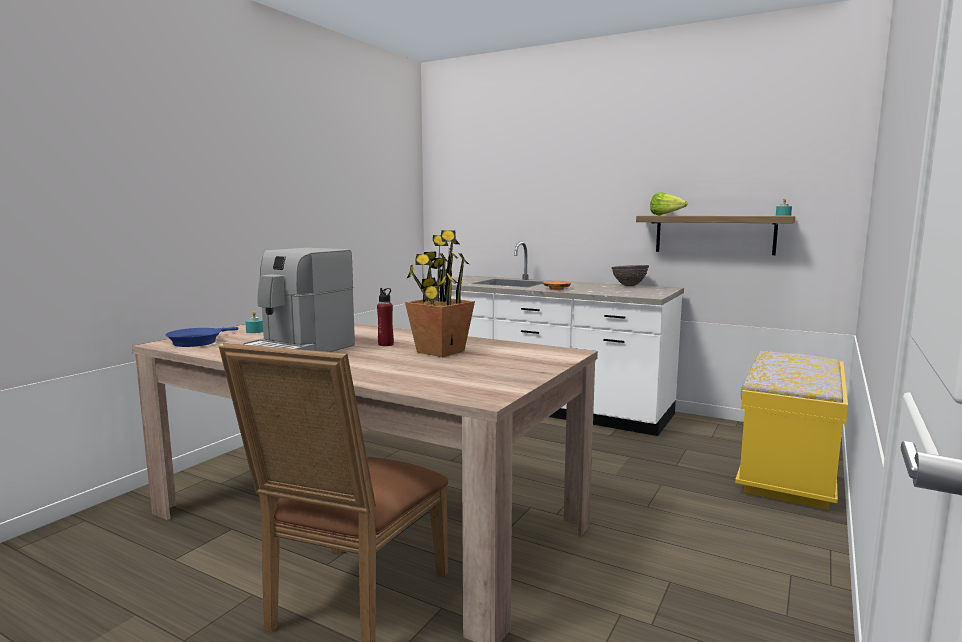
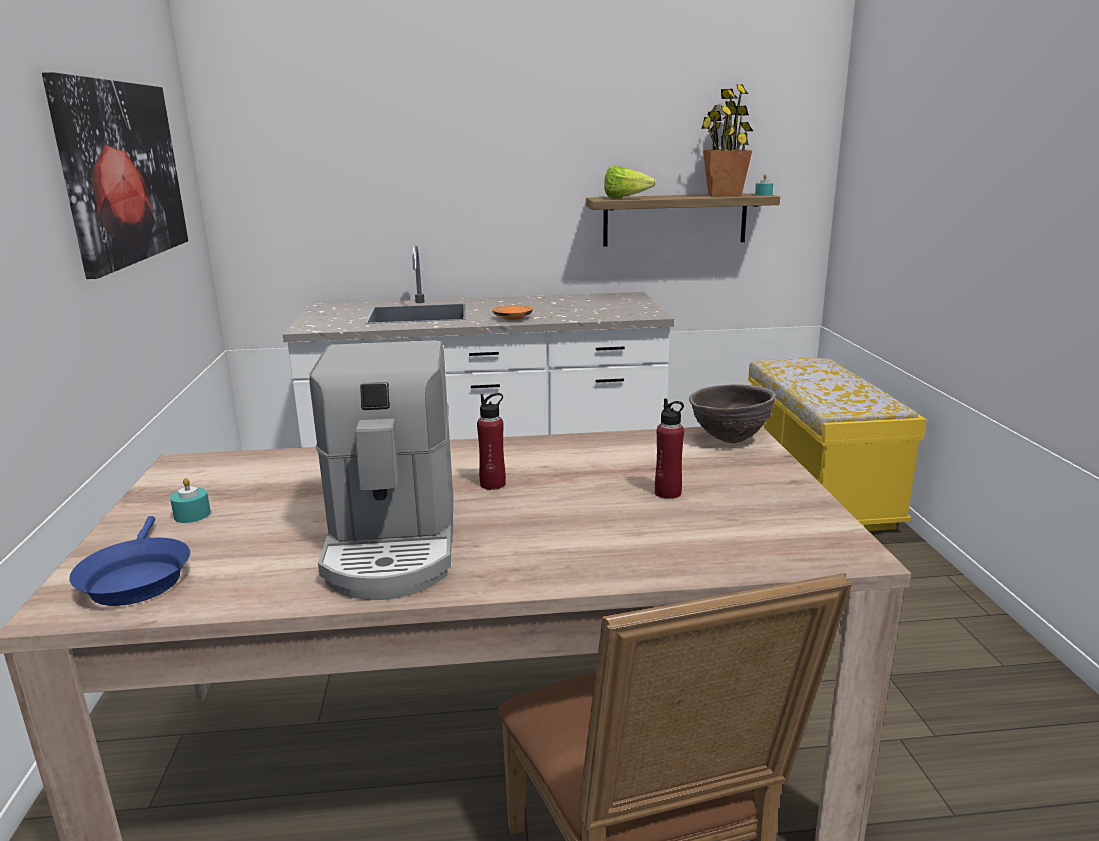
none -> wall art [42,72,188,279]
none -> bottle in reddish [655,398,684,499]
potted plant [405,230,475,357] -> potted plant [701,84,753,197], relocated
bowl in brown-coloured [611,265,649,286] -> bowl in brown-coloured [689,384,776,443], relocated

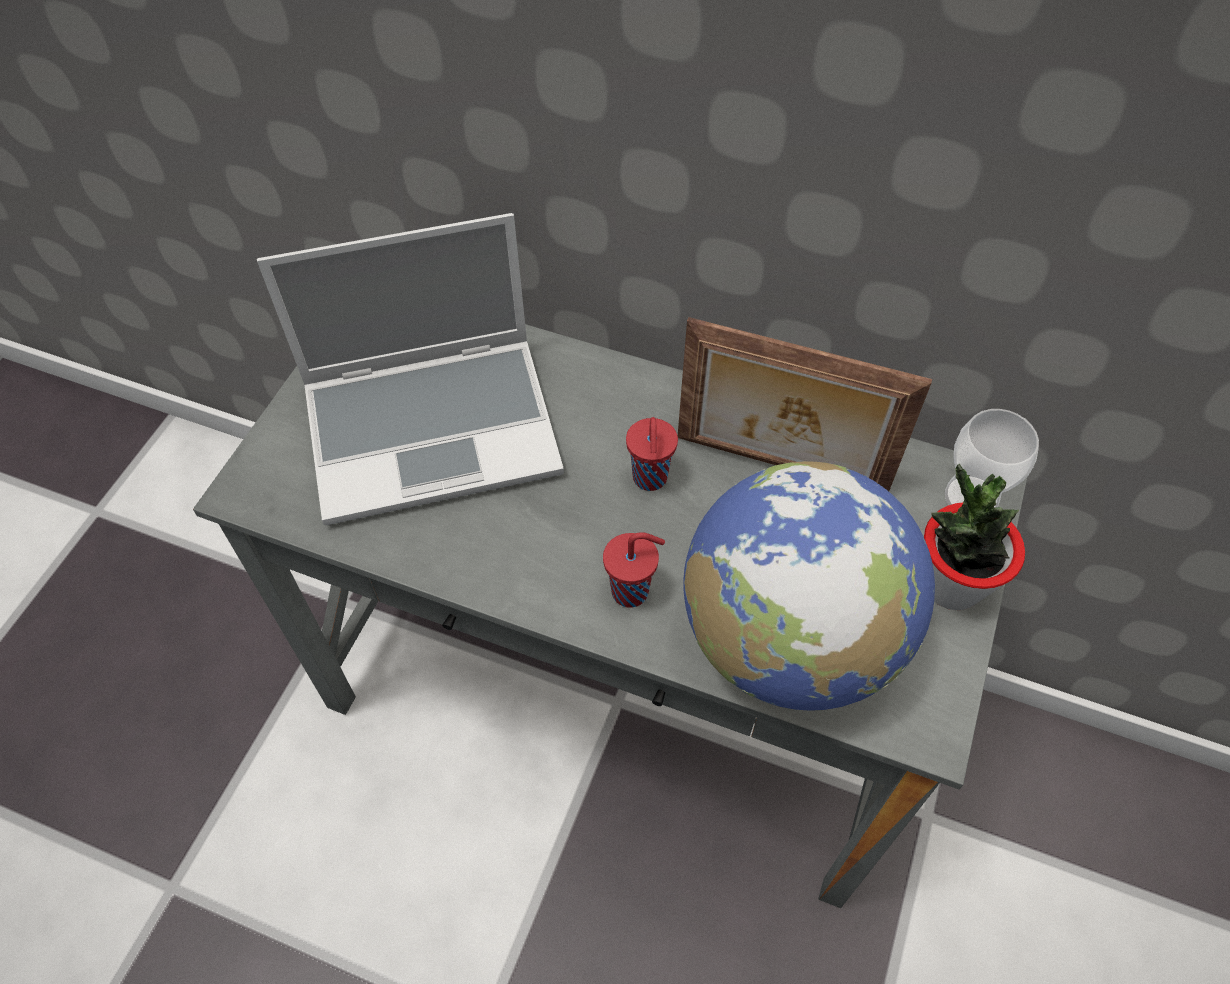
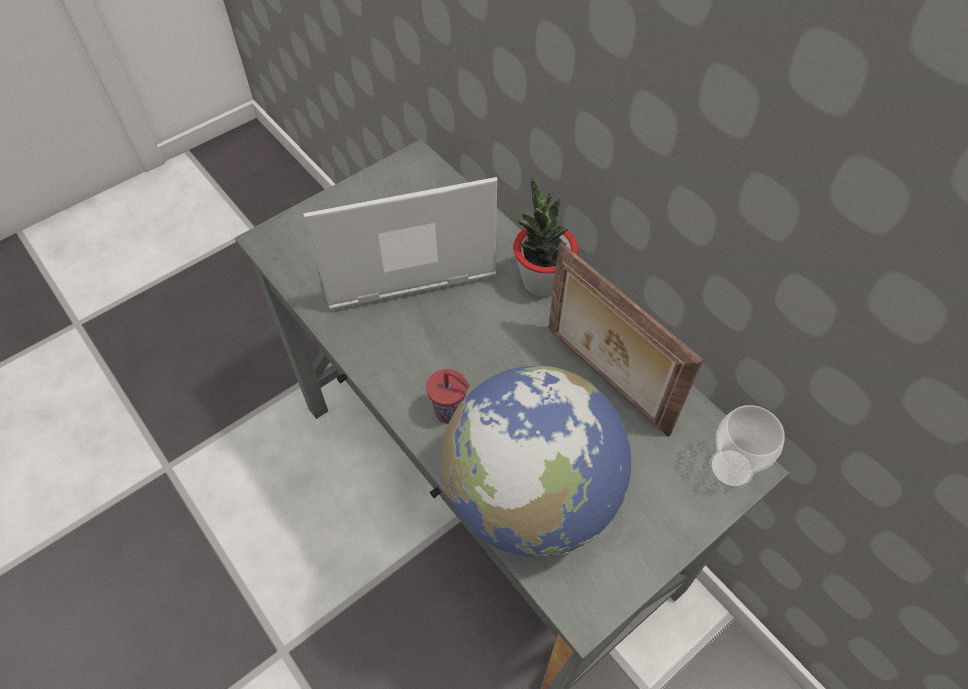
small cup in reddish [626,417,678,491] -> none
potted plant [924,464,1025,610] -> potted plant [513,178,578,297], relocated
portable computer [257,213,564,525] -> portable computer [303,177,497,310], 150 degrees clockwise

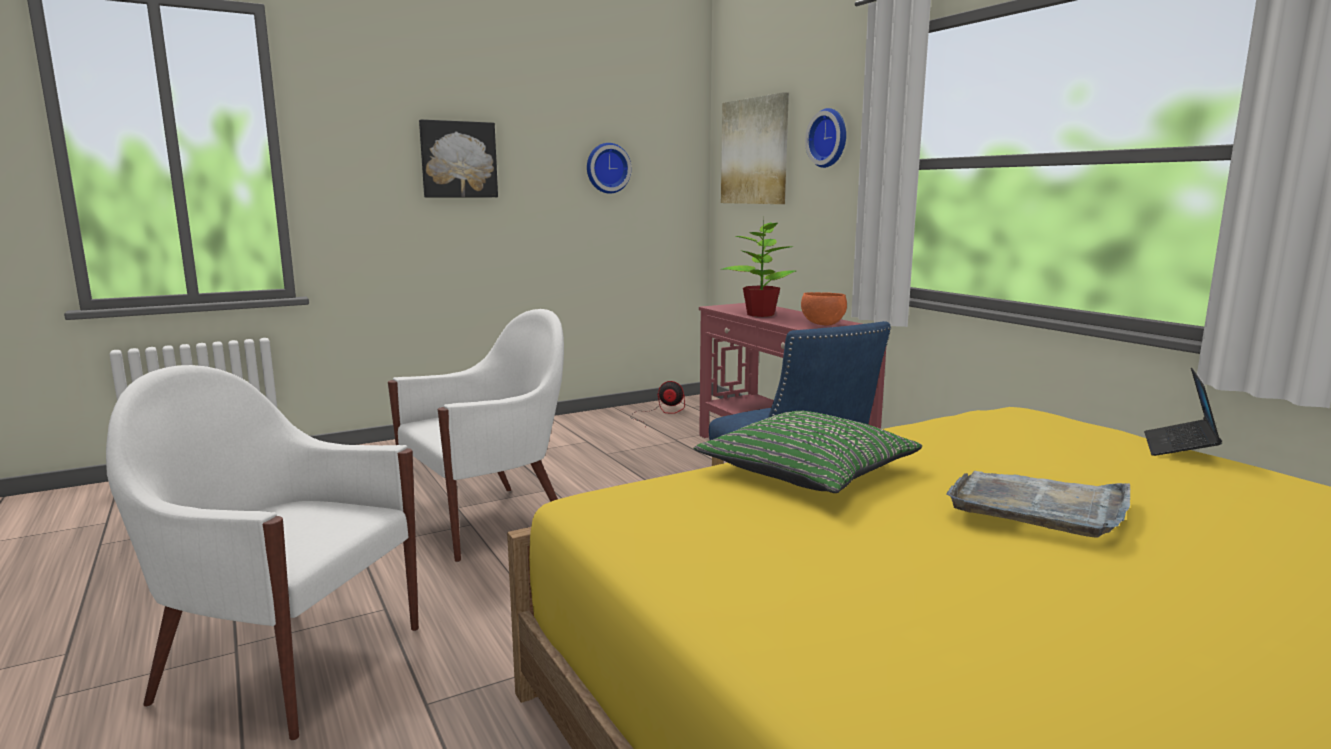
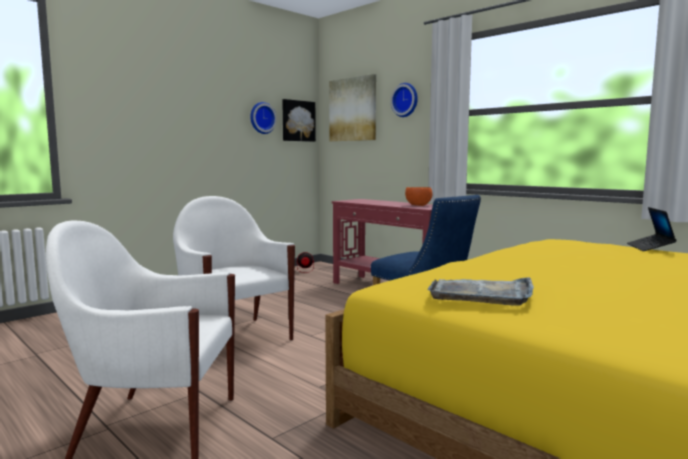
cushion in green [694,411,922,493] -> none
potted plant [721,217,796,317] -> none
wall art [419,119,498,198] -> wall art [282,99,316,142], relocated
carrying tray in greyish [946,471,1130,538] -> carrying tray in greyish [428,277,534,306], relocated
easy chair in white-coloured [388,309,564,562] -> easy chair in white-coloured [173,196,295,341], 75 degrees counterclockwise

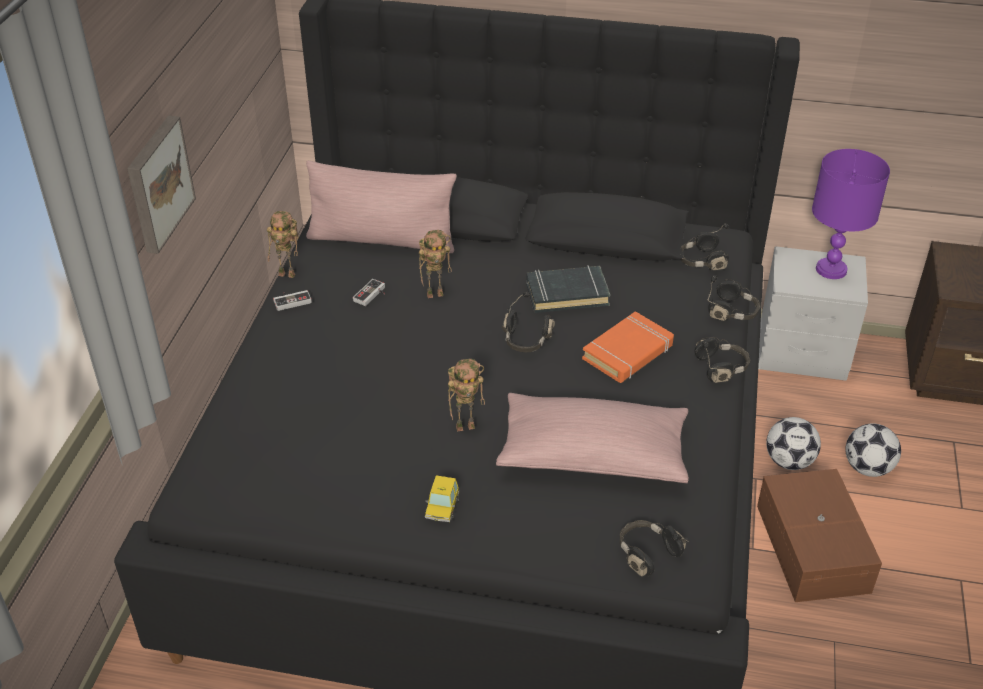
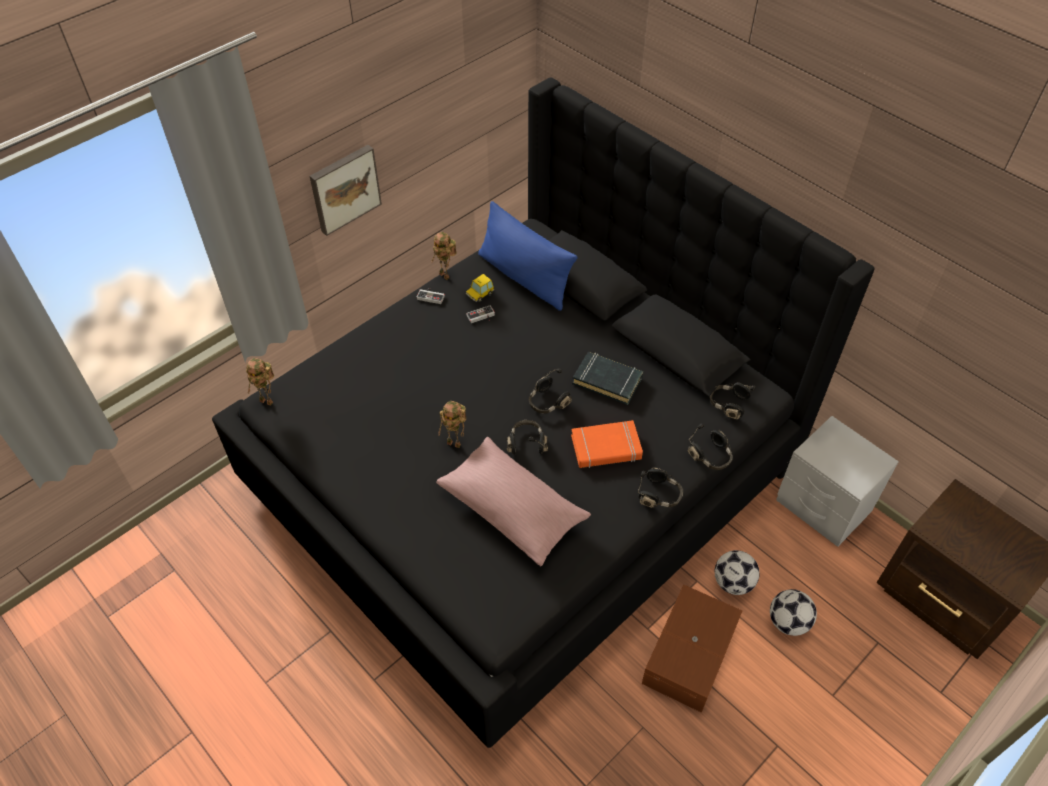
tabletop lamp in purple [812,149,890,279] -> none
model robot [419,230,452,298] -> model robot [246,358,274,406], relocated
toy car [425,475,459,522] -> toy car [466,274,494,302], relocated
headphones in black [620,520,689,577] -> headphones in black [507,420,548,455], relocated
cushion in pink-coloured [306,161,457,253] -> cushion in blue [478,201,578,311]

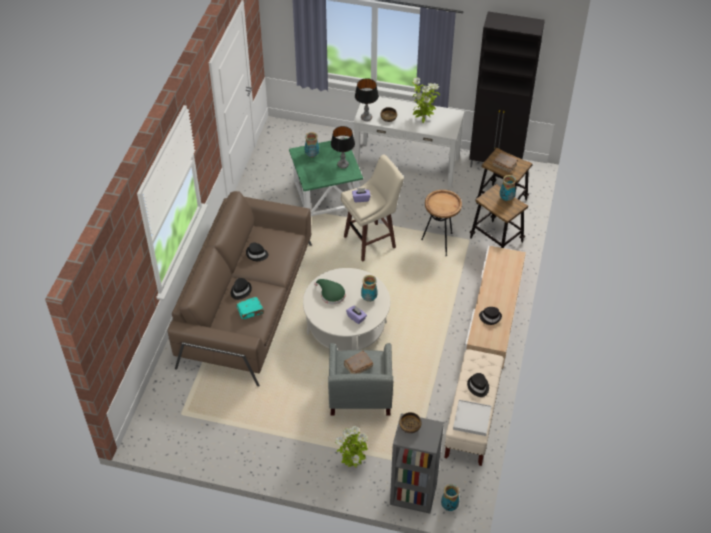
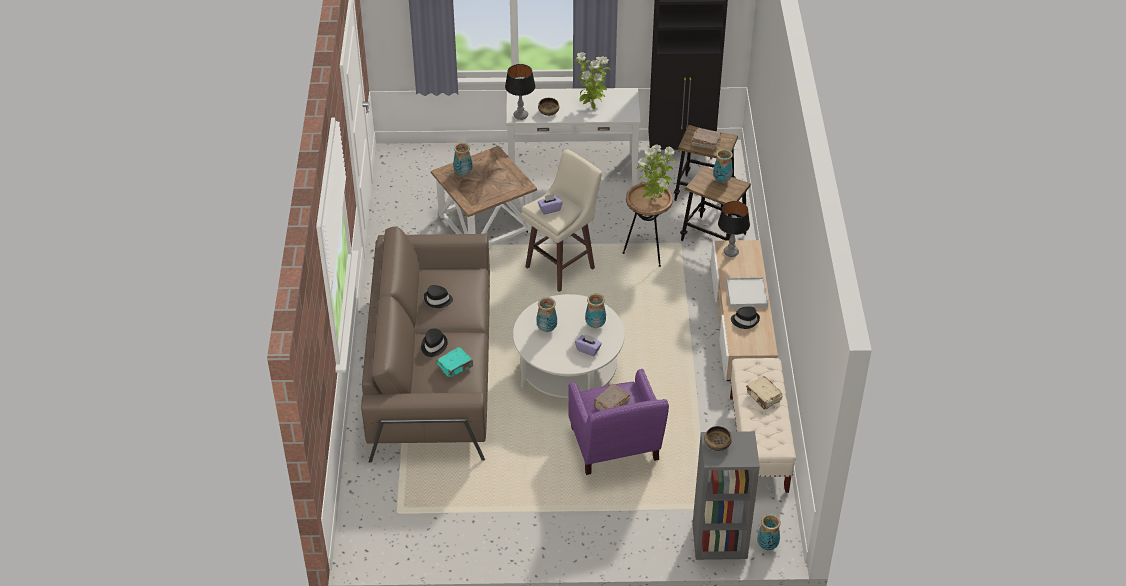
tabletop lamp [331,126,355,169] -> tabletop lamp [718,201,750,257], relocated
potted plant [335,426,368,468] -> potted plant [636,144,676,201], relocated
carrying tray in white-coloured [453,400,491,436] -> carrying tray in white-coloured [726,277,768,308], relocated
hat in green [314,279,346,304] -> flower vase [536,297,557,332]
hat in black [467,373,489,397] -> volume in beige [746,376,783,410]
accent table in green [289,138,363,216] -> accent table in brown-coloured [431,146,537,246]
easy chair in greyish [328,343,393,416] -> easy chair in purple [568,369,669,475]

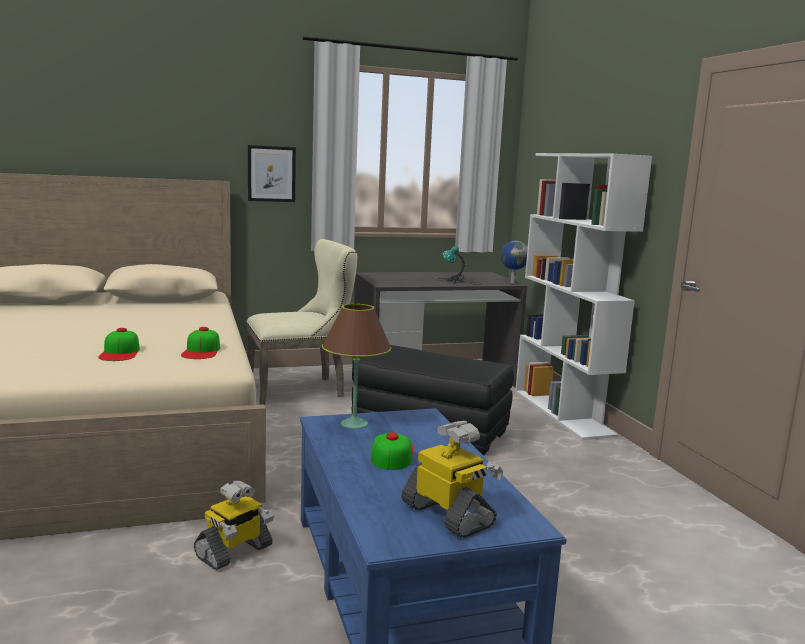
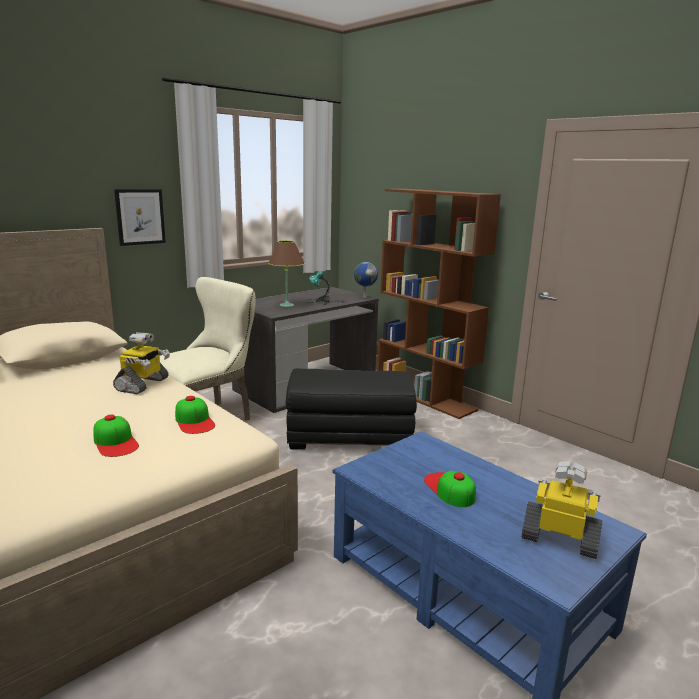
model robot [194,481,274,570] -> model robot [113,332,170,394], relocated
tabletop lamp in brown-coloured [322,304,391,429] -> tabletop lamp in brown-coloured [268,241,305,307], relocated
bookcase in white-coloured [515,153,652,440] -> bookcase in brown-coloured [377,189,501,419]

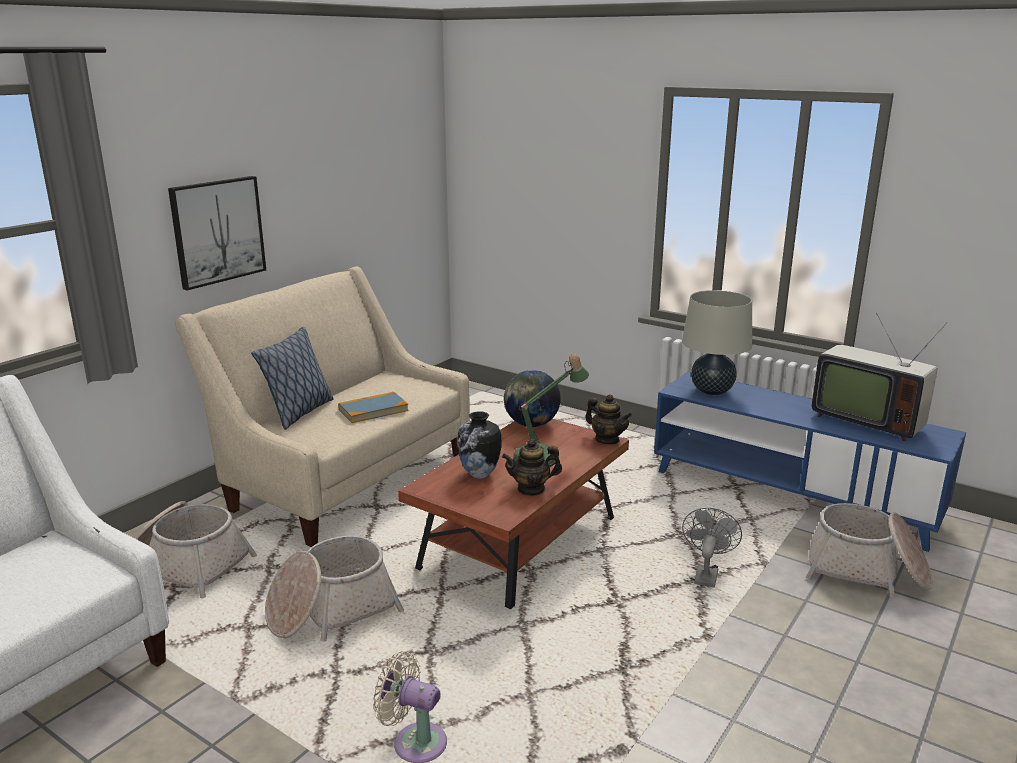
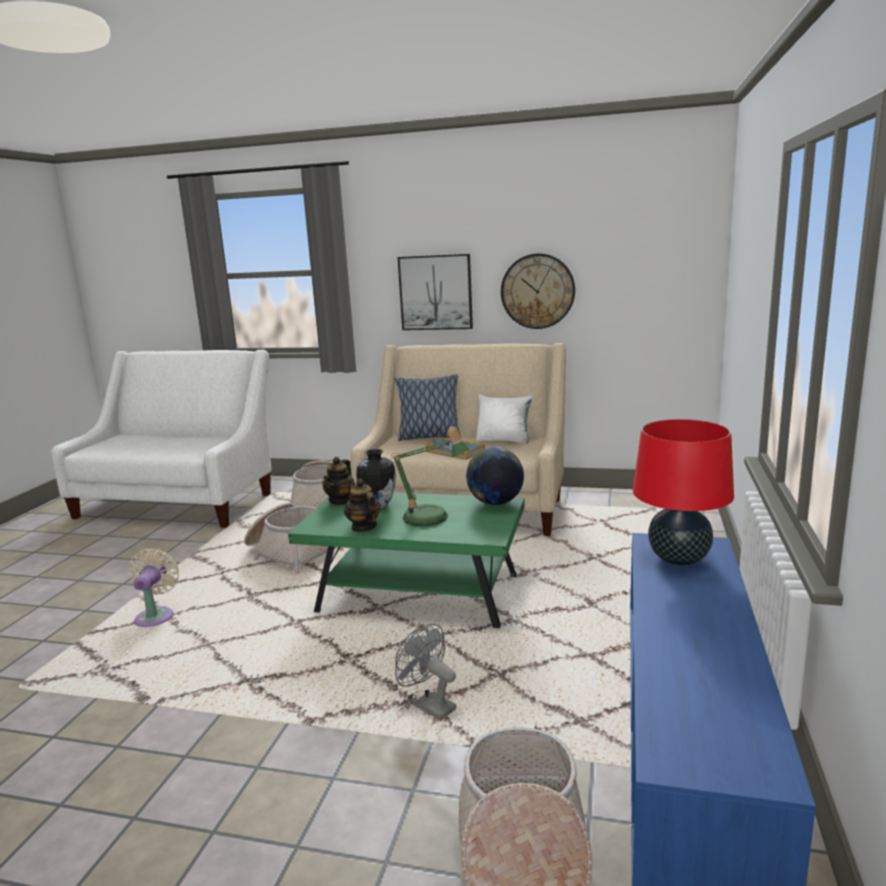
TV set [812,313,948,441] -> none
none -> cushion in white-coloured [476,395,532,444]
none -> clock on the wall [501,253,575,329]
pot for tea [585,394,632,444] -> pot for tea [322,457,355,505], relocated
lounge table in brown-coloured [398,419,629,609] -> lounge table in green [288,492,525,628]
tabletop lamp in beige [682,290,752,395] -> tabletop lamp in reddish [633,419,734,566]
fan in greyish [682,508,742,587] -> fan in greyish [395,624,457,720], 135 degrees counterclockwise

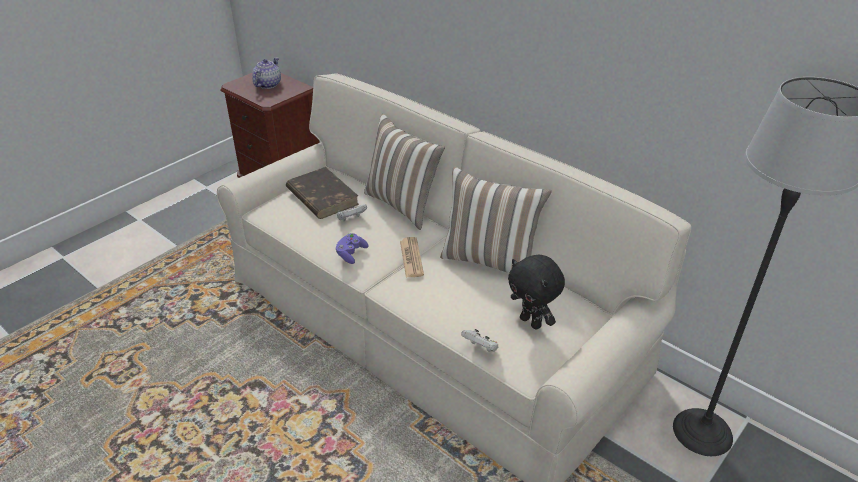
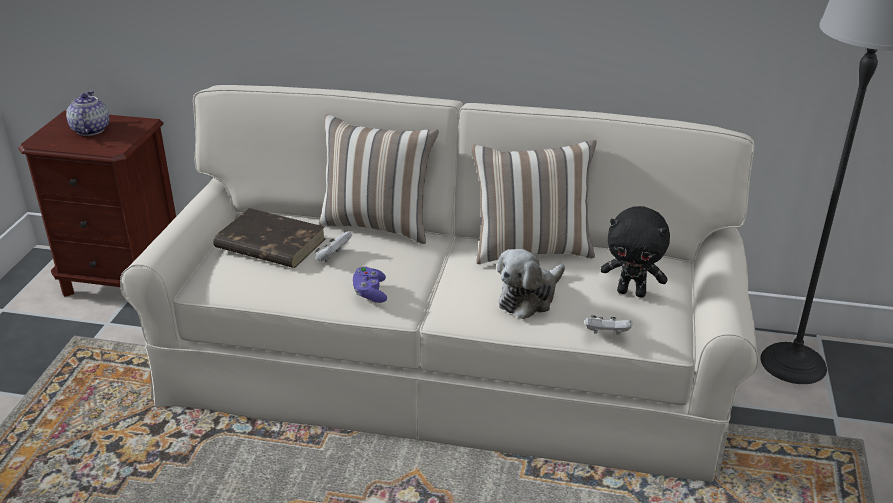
daily paper [400,237,424,278] -> none
none -> soft toy [497,249,565,319]

